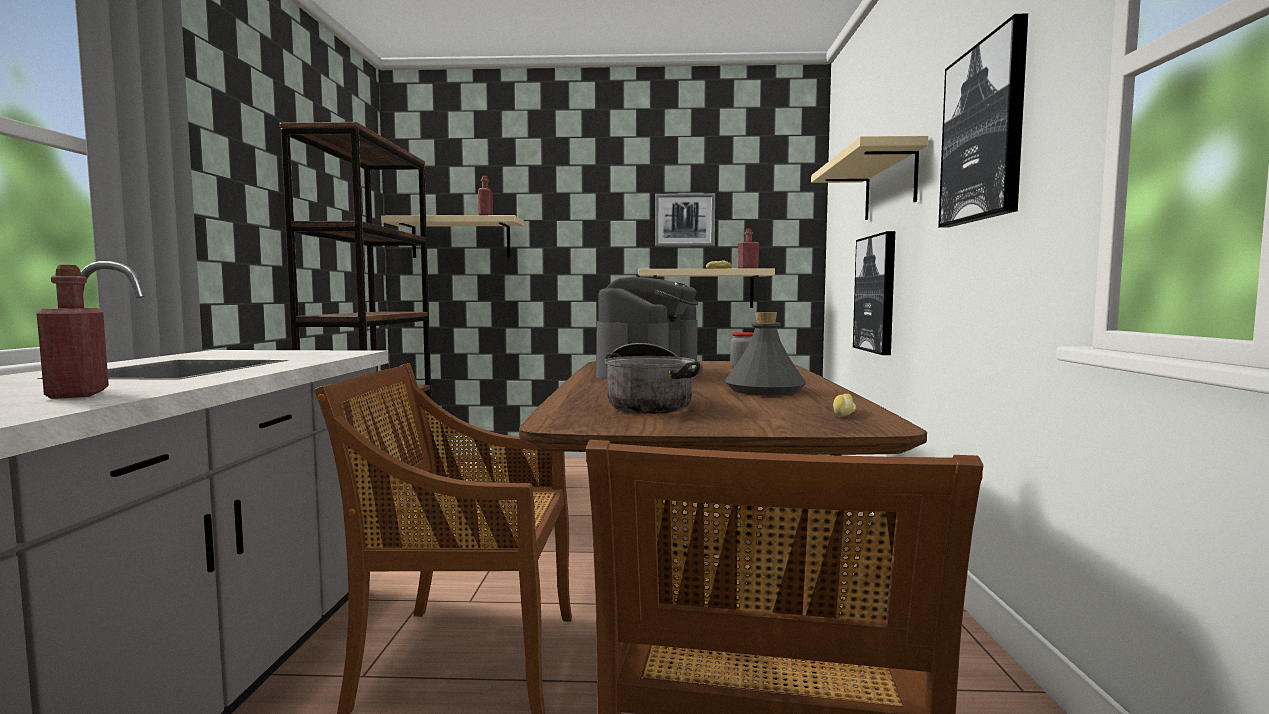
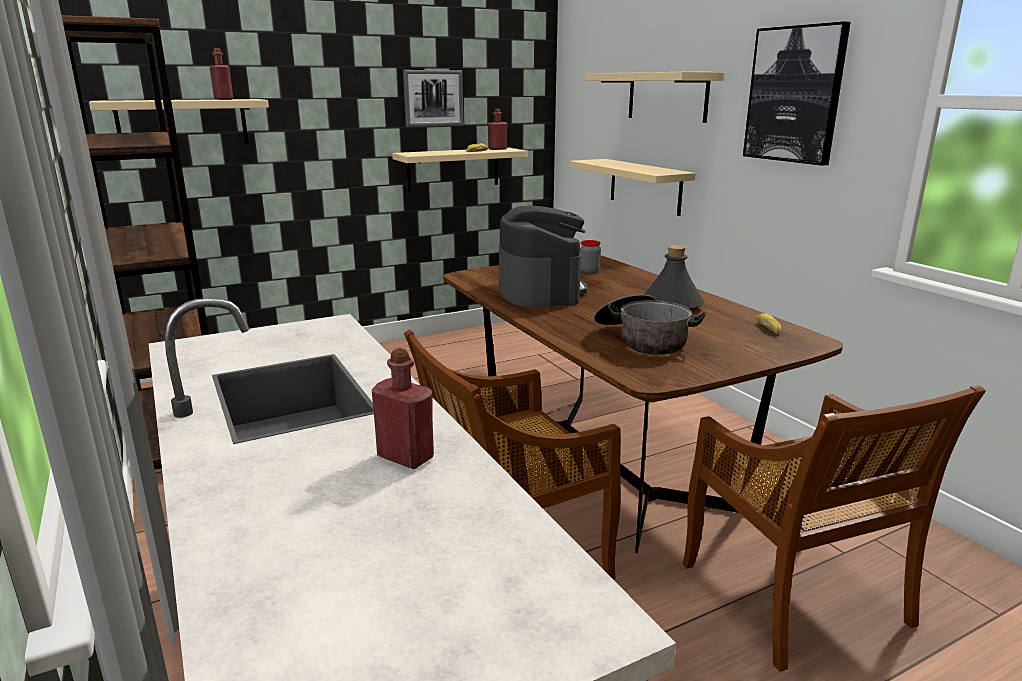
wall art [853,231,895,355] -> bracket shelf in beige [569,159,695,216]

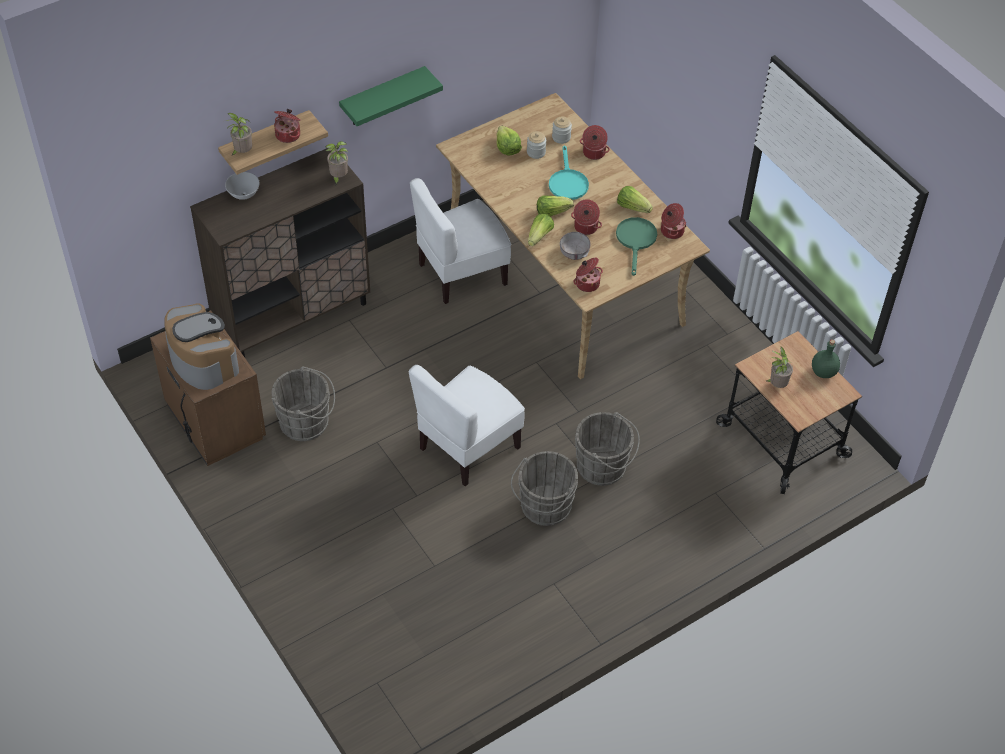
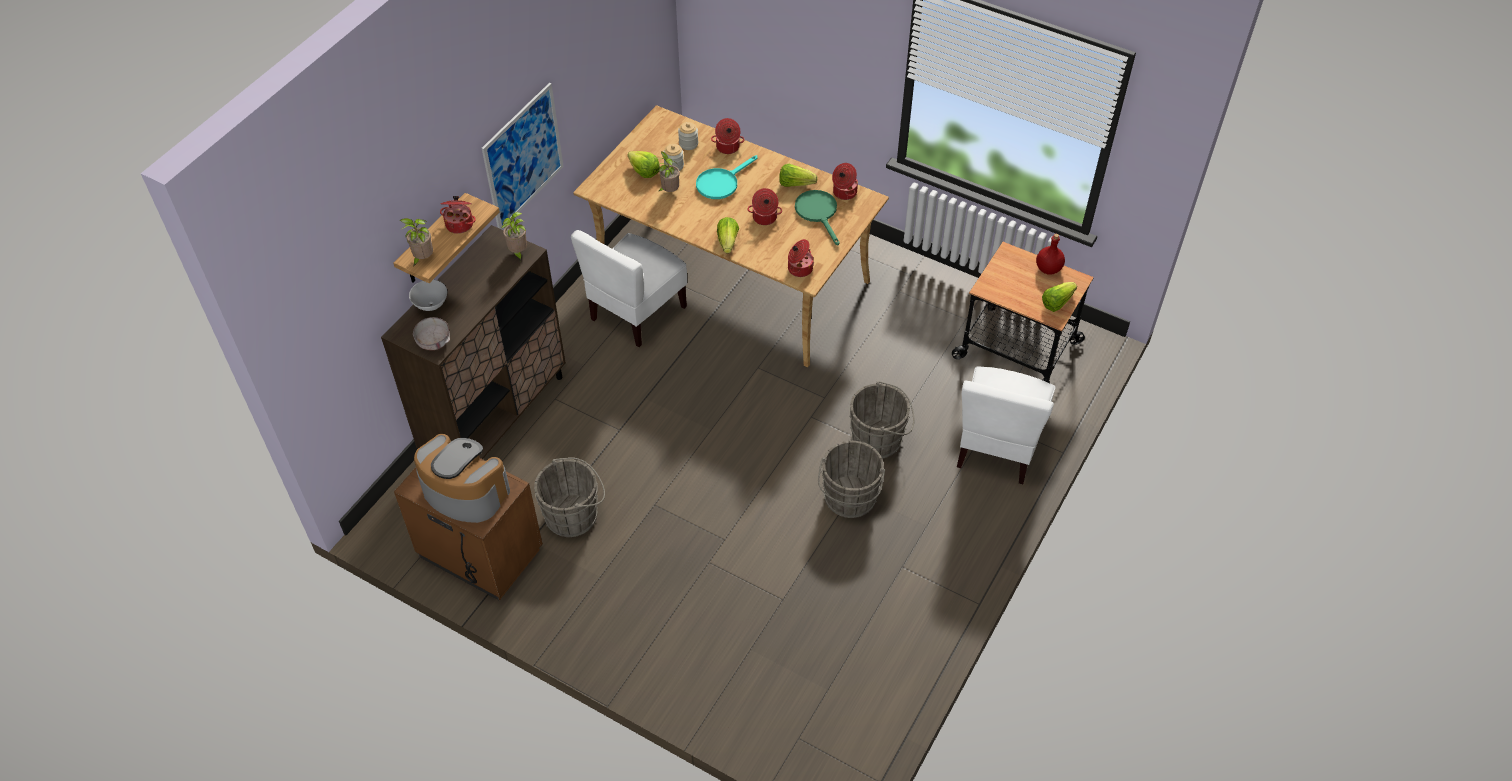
plain chair in white-coloured [409,365,525,486] -> plain chair in white-coloured [957,367,1056,484], relocated
lettuce [537,195,574,217] -> lettuce [1042,282,1077,312], relocated
bowl in greyish [560,232,591,260] -> bowl in greyish [413,317,450,350], relocated
potted plant [766,347,793,388] -> potted plant [659,152,680,192], relocated
bracket shelf in green [339,66,443,126] -> wall art [482,82,564,229]
bottle in green [812,340,840,378] -> bottle in reddish [1036,234,1065,275]
skillet in blue-green [549,145,589,200] -> skillet in blue-green [696,155,757,199], 75 degrees clockwise

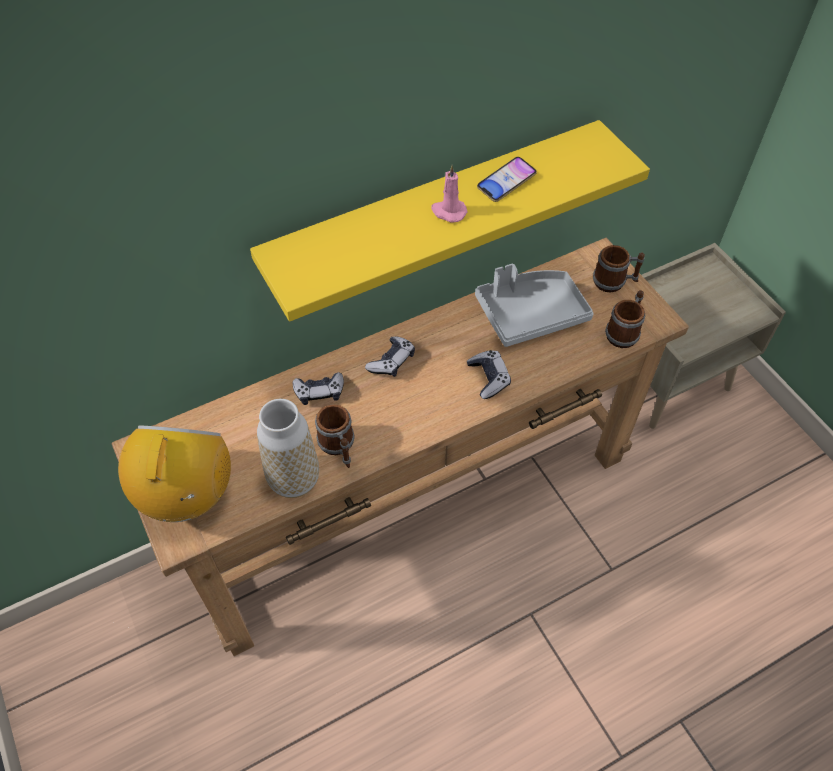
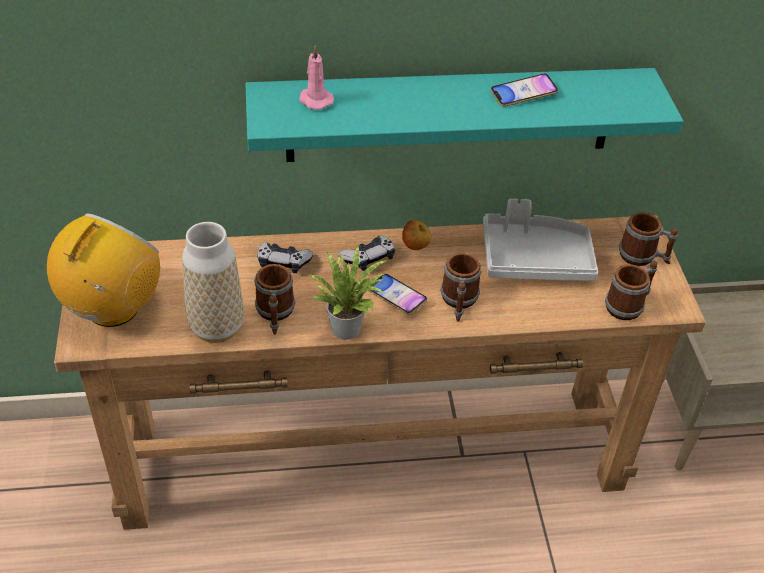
none -> potted plant [308,245,387,340]
none -> handset [368,274,427,315]
none -> apple [402,220,431,250]
wax candle in pink-coloured [431,165,468,223] -> wax candle in pink-coloured [299,45,334,110], relocated
gamepad [467,350,511,399] -> mug [440,253,482,322]
bracket shelf in yellow-coloured [250,120,650,322] -> bracket shelf in blue-green [245,68,683,162]

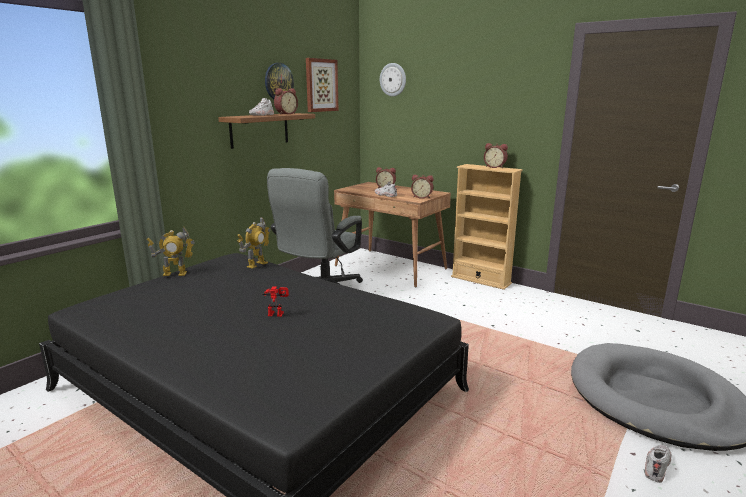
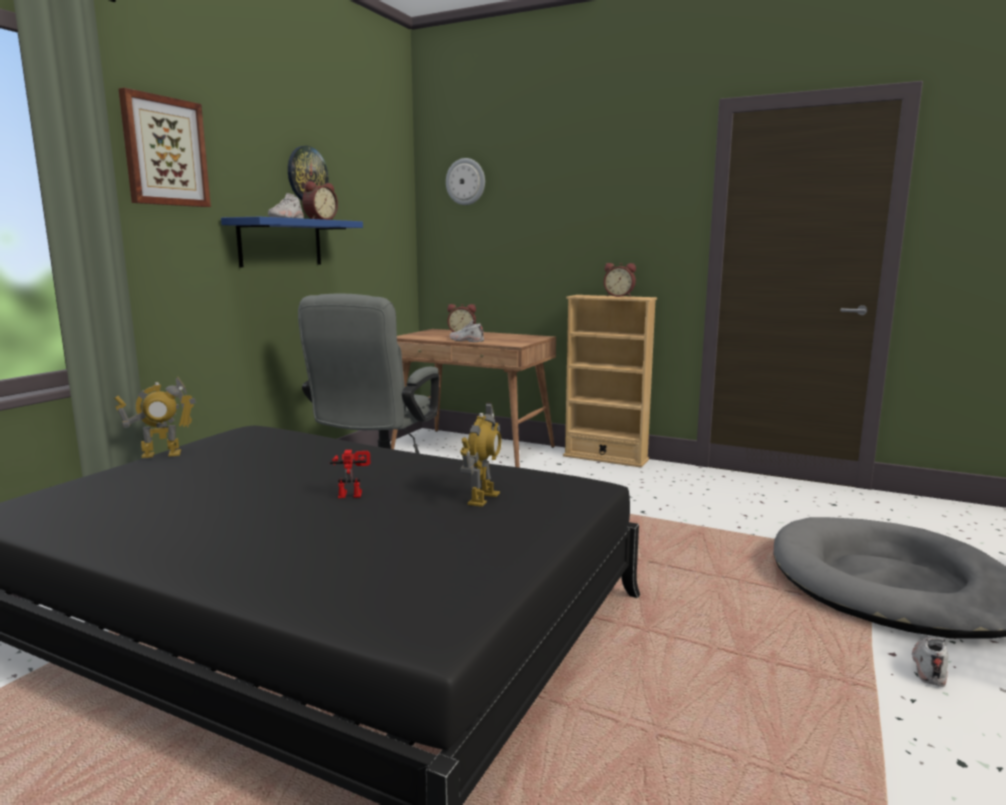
alarm clock [411,175,434,199] -> none
model robot [237,217,271,269] -> model robot [460,402,501,507], relocated
wall art [306,58,339,112] -> wall art [118,88,211,207], relocated
bracket shelf in brown-coloured [218,113,315,149] -> bracket shelf in blue [221,217,363,267]

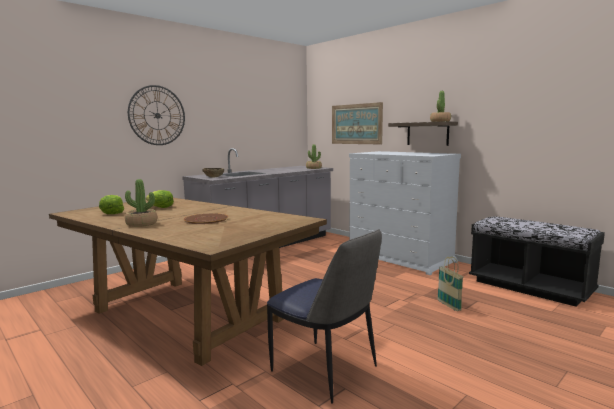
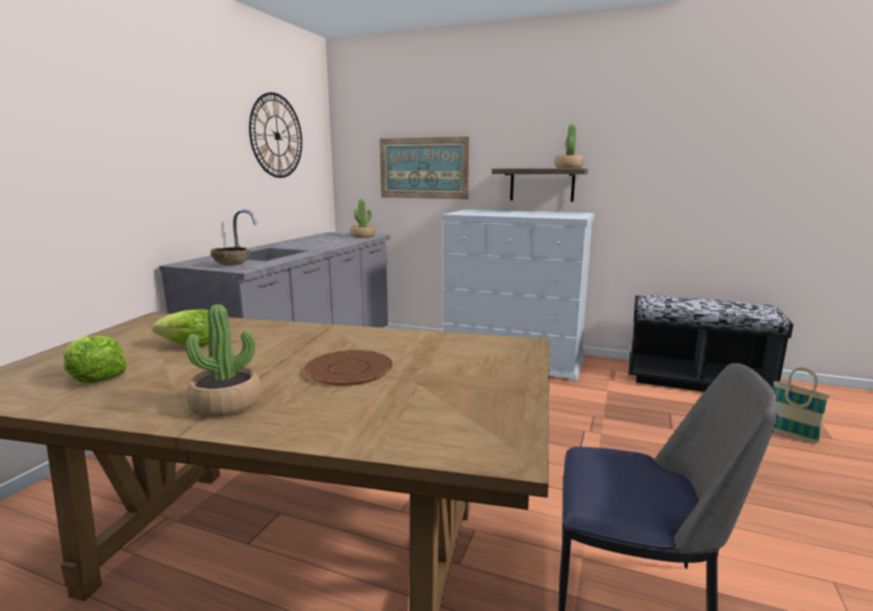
clock on the wall [128,85,185,145] -> clock on the wall [249,92,302,178], relocated
storage basket [437,256,464,311] -> storage basket [773,368,830,443], relocated

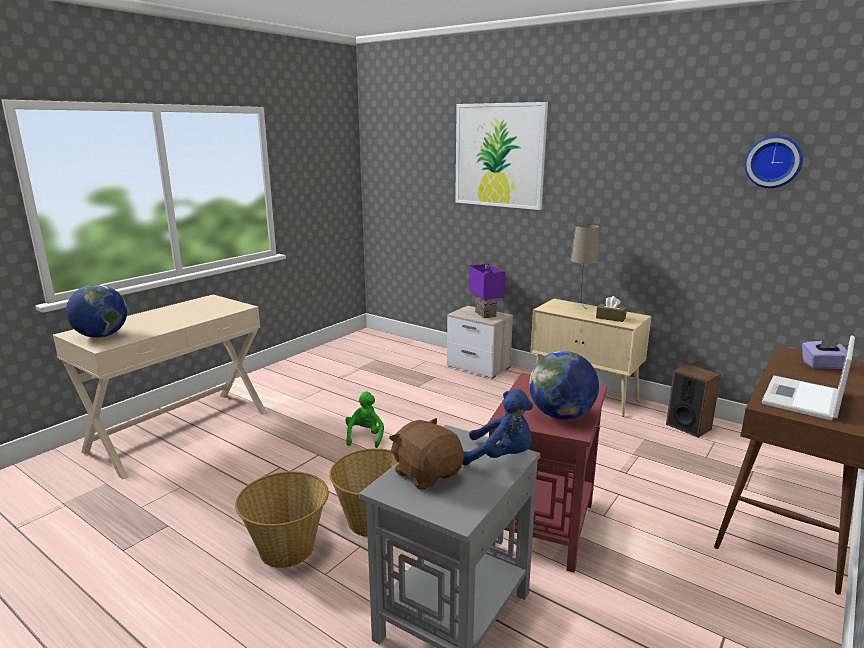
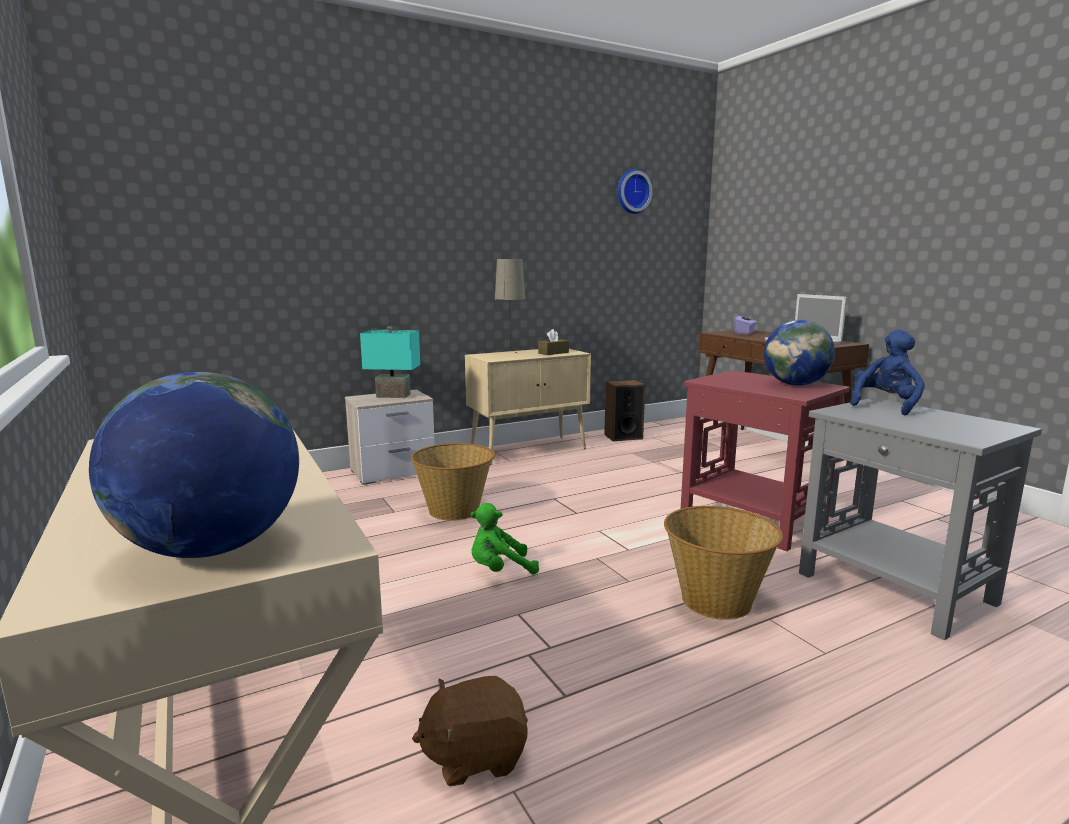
wall art [455,102,548,210] -> none
storage basket [235,471,329,568] -> storage basket [411,443,495,521], relocated
soft toy in brown-coloured [389,418,464,490] -> soft toy in brown-coloured [412,676,528,786], relocated
tabletop lamp in purple [469,264,505,318] -> tabletop lamp in blue-green [360,327,420,398]
soft toy in green [345,391,384,448] -> soft toy in green [471,503,539,574], 45 degrees counterclockwise

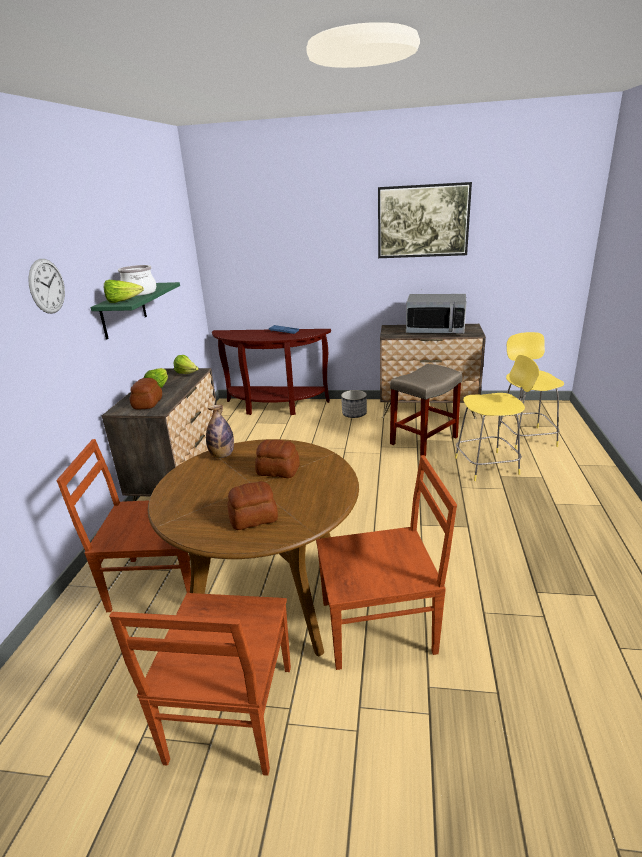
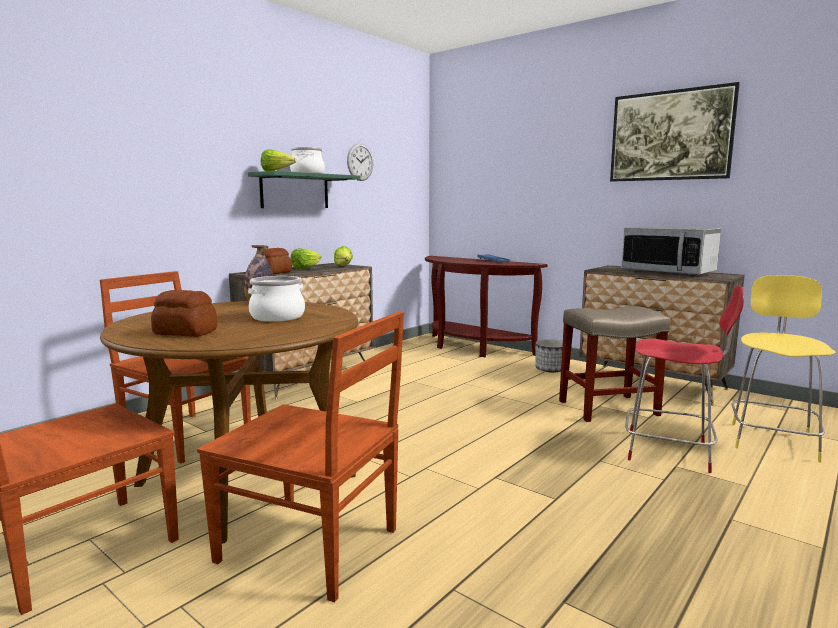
clock on the wall [28,259,65,314] -> clock on the wall [347,143,374,181], relocated
bakery bread [255,440,300,478] -> cooking pot [248,276,305,322]
stool seat in yellow-coloured [455,355,539,481] -> stool seat in reddish [625,285,744,473]

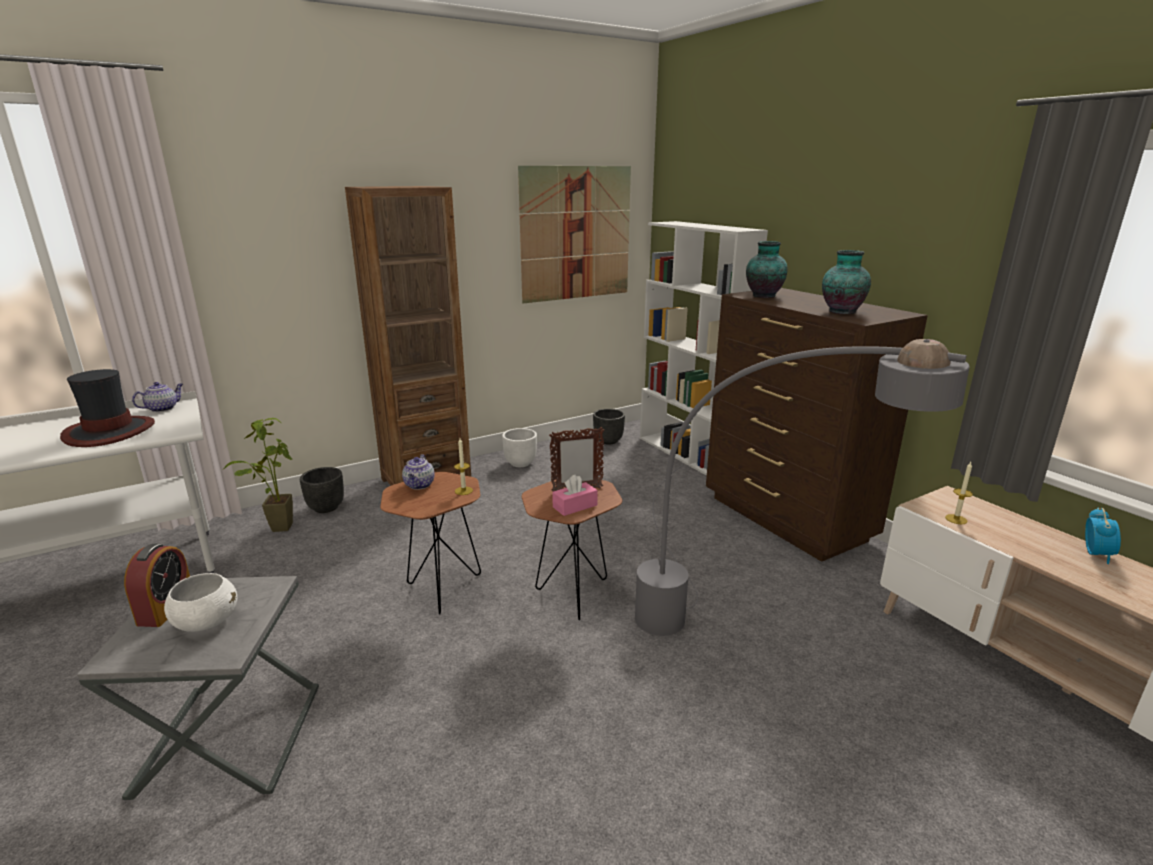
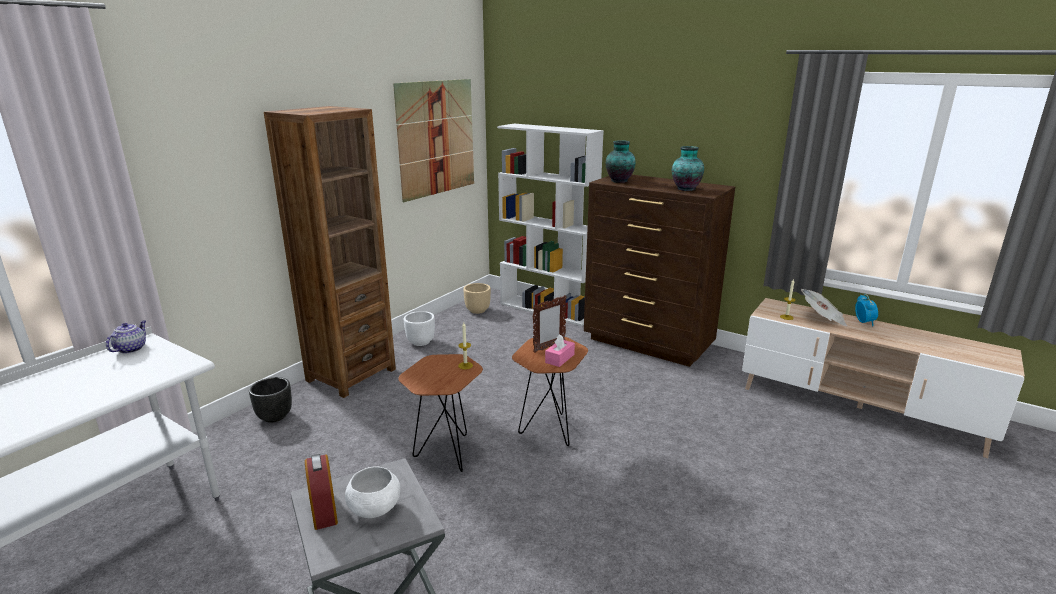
hat [60,369,155,447] -> none
potted plant [223,418,293,532] -> none
pot for tea [402,454,435,490] -> none
floor lamp in greyish [635,339,970,636] -> none
none -> daily paper [801,289,848,327]
planter in black [593,409,625,444] -> planter in beige [463,283,491,314]

